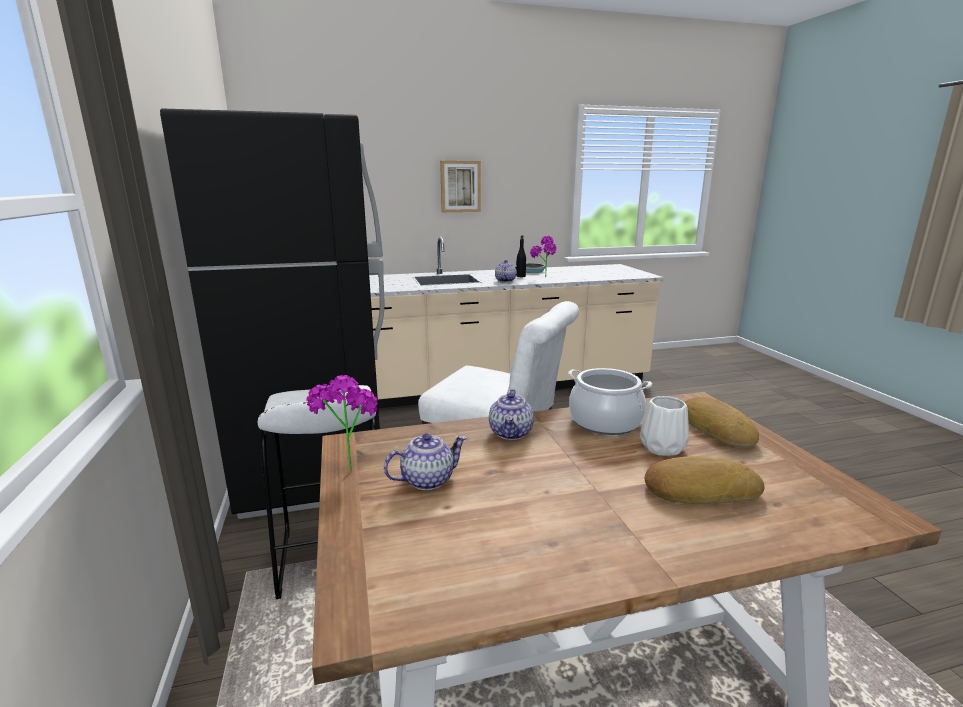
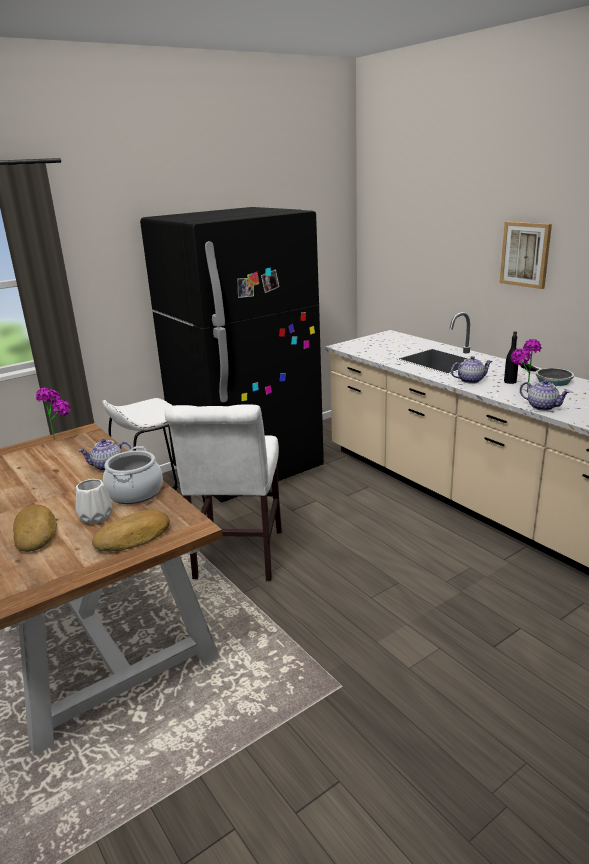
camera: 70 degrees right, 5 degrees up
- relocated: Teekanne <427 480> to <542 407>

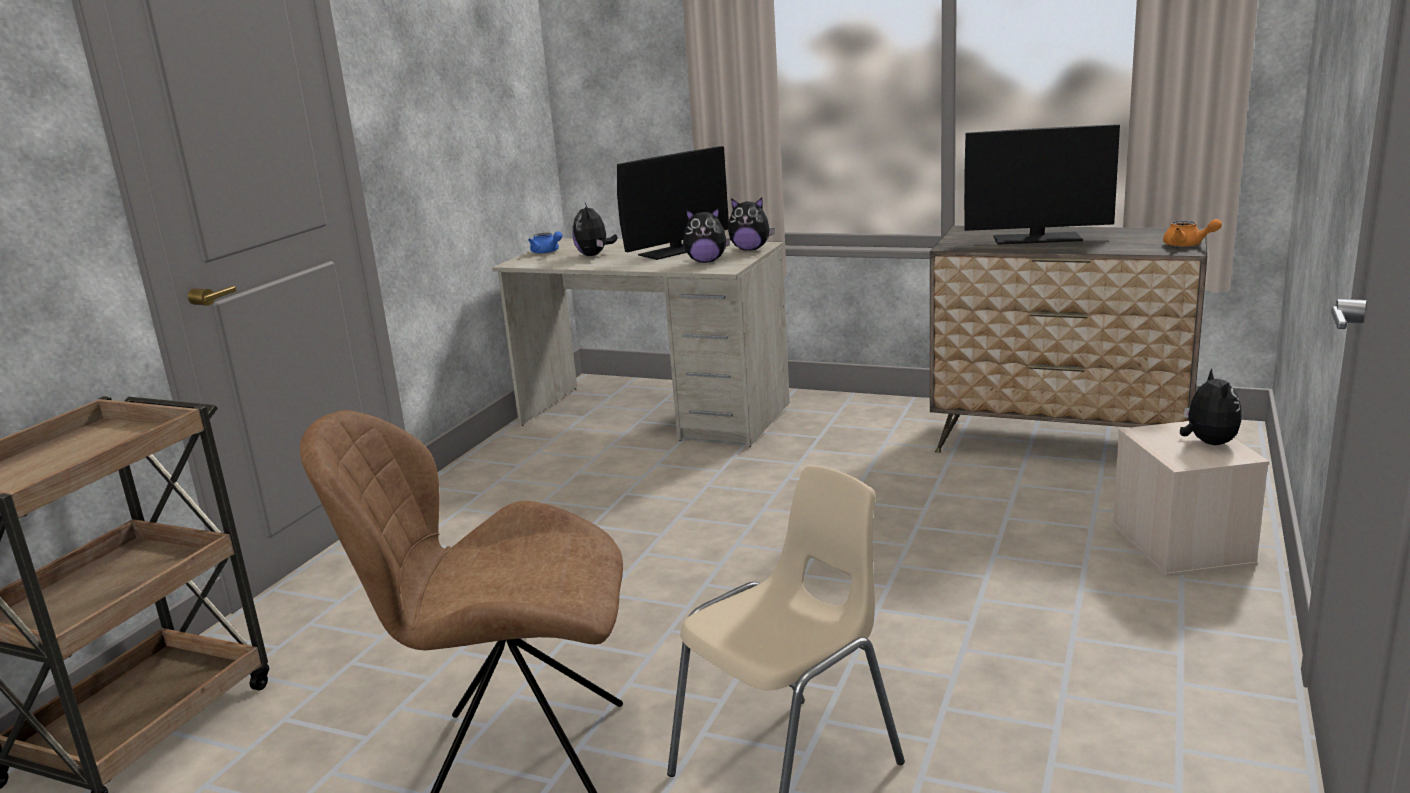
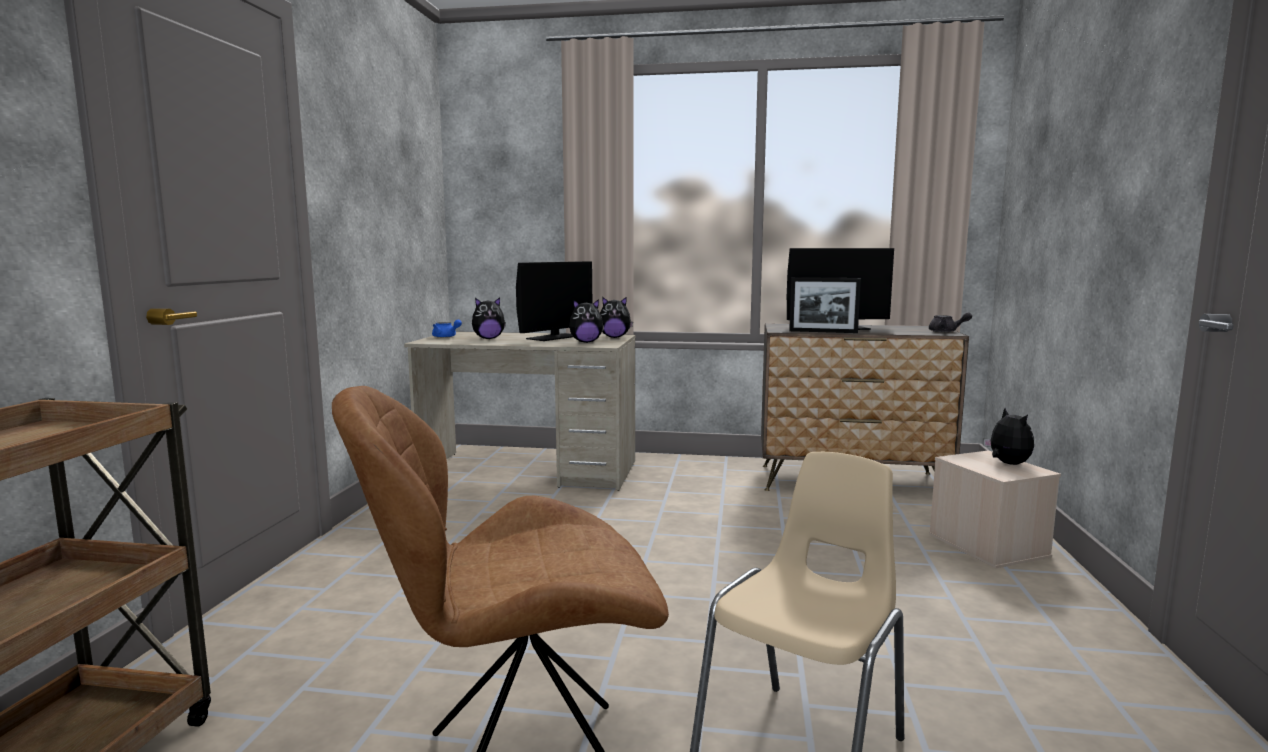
camera: 15 degrees left, 10 degrees down
- spun: Plüschtier <594 255> = <488 338> 90 degrees counterclockwise
- colour: Teekanne/orange <1187 245> to Teekanne/grau <946 331>
- appeared: Bilderrahmen <823 332>

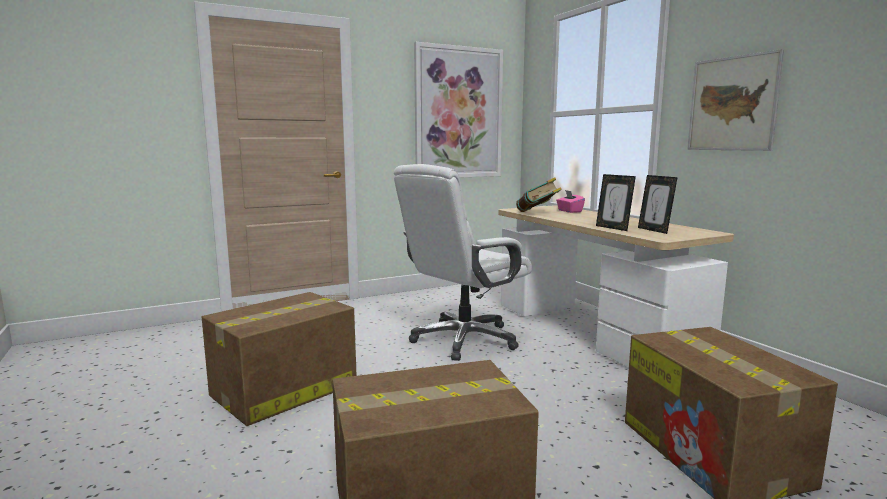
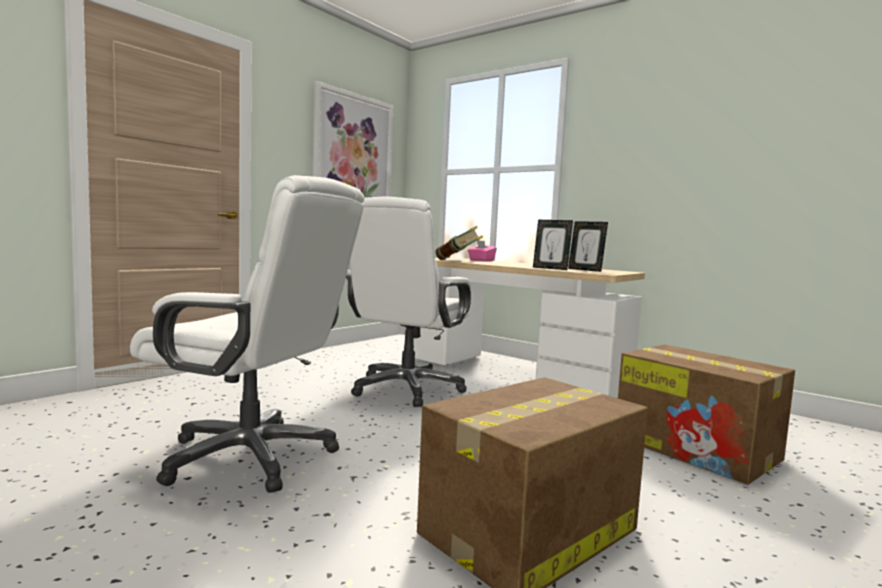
camera: 25 degrees left, 5 degrees down
- exchanged: Karton <283 390> to Bürostuhl/weiß <251 456>
- missing: Bild <732 104>

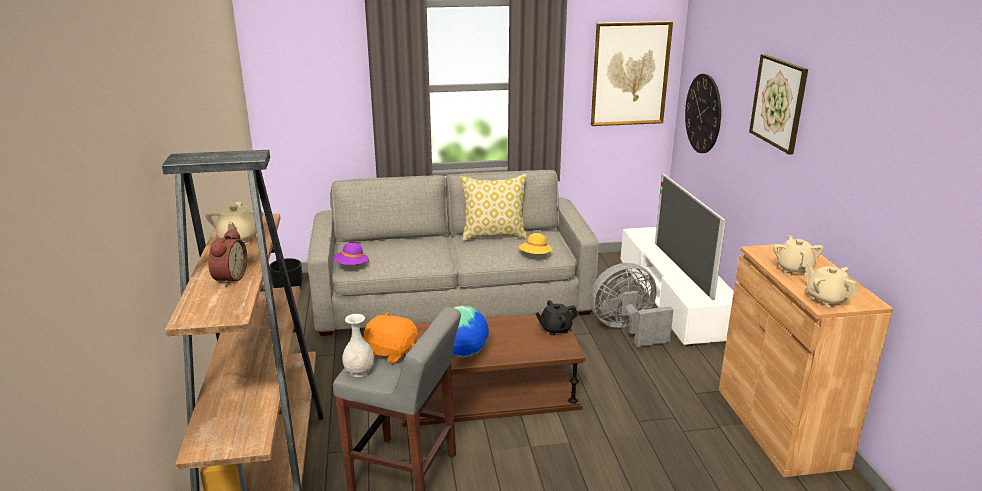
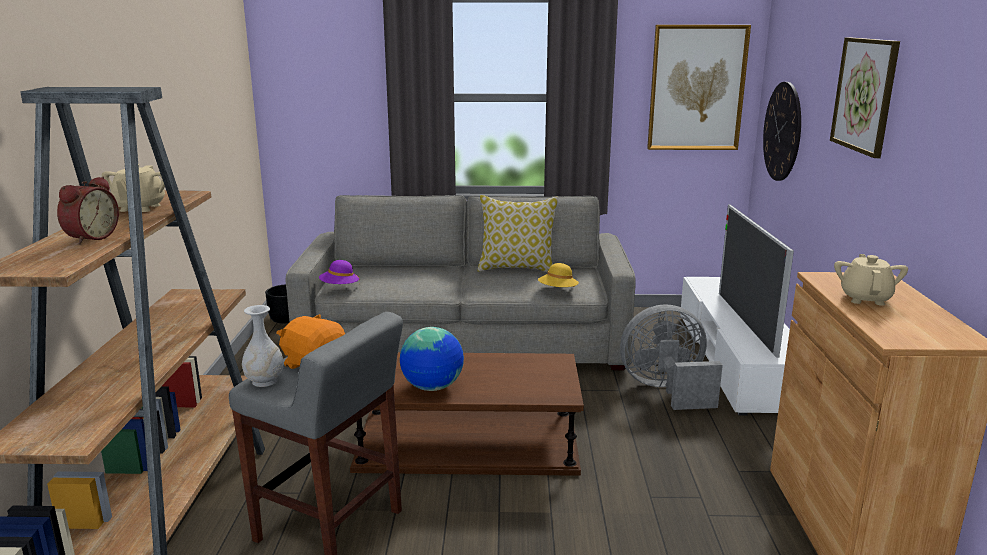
camera: 10 degrees right, 5 degrees down
- missing: Teekanne/schwarz <555 329>
- missing: Teekanne/beige <826 299>

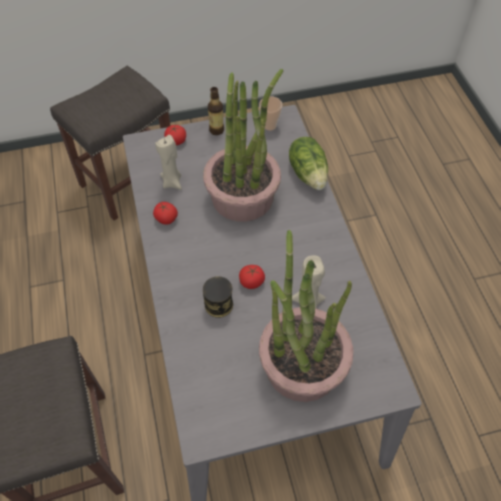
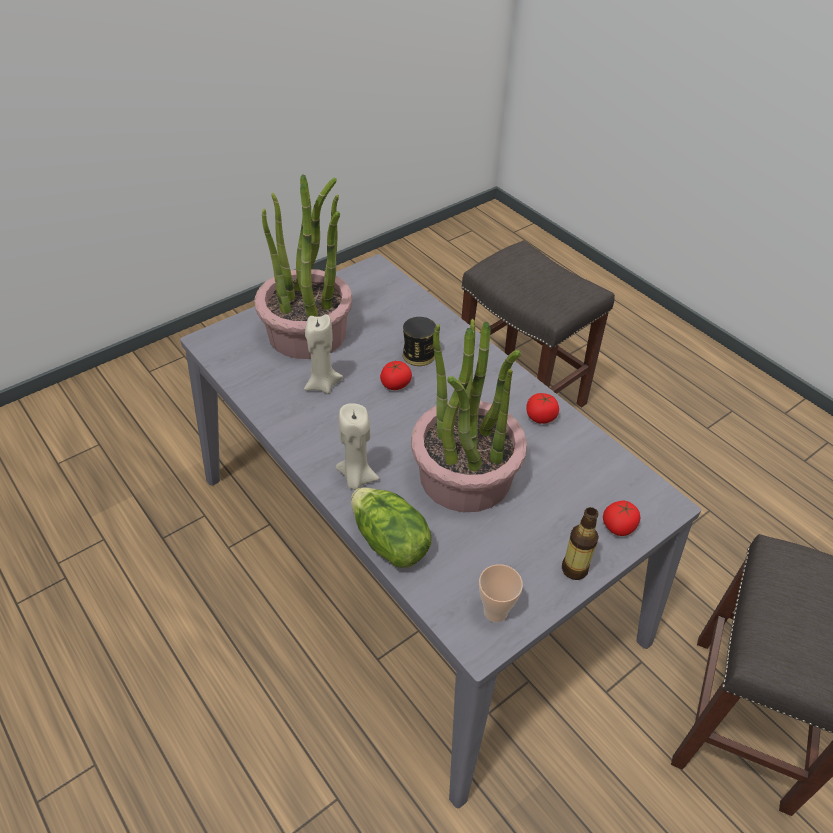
camera: 155 degrees right, 10 degrees down
- relocated: Kerze/beige <172 182> to <356 478>

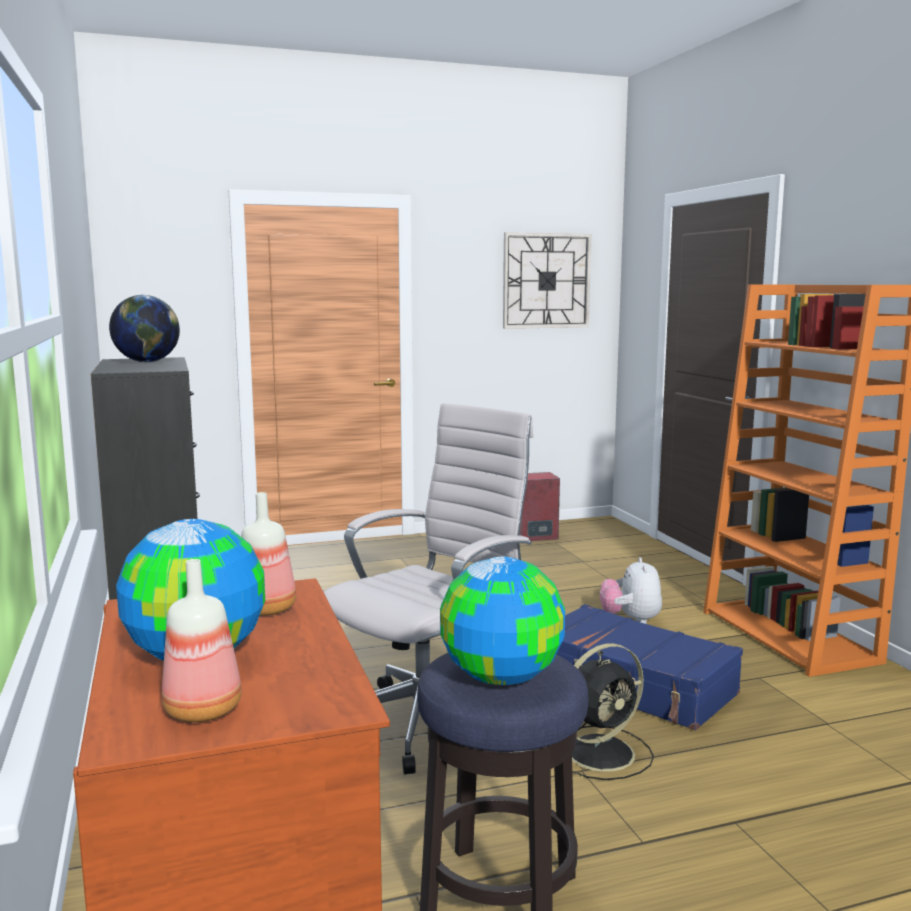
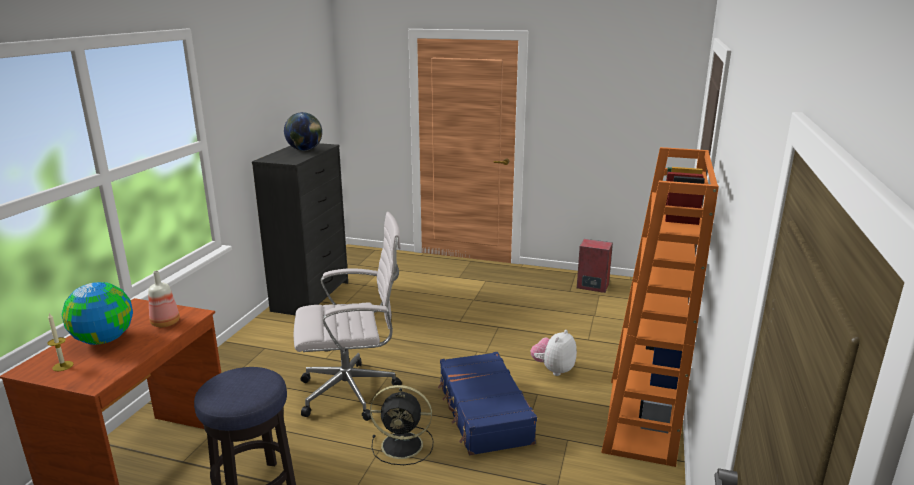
camera: 35 degrees right, 10 degrees up
- exchanged: Flasche <205 709> to Kerze <63 366>
- missing: Globus <502 677>
- missing: Wanduhr <546 281>

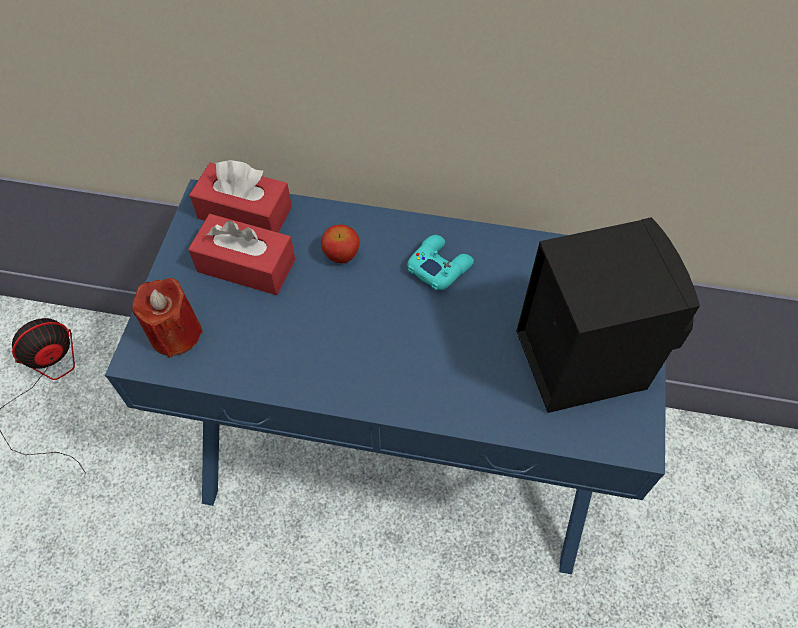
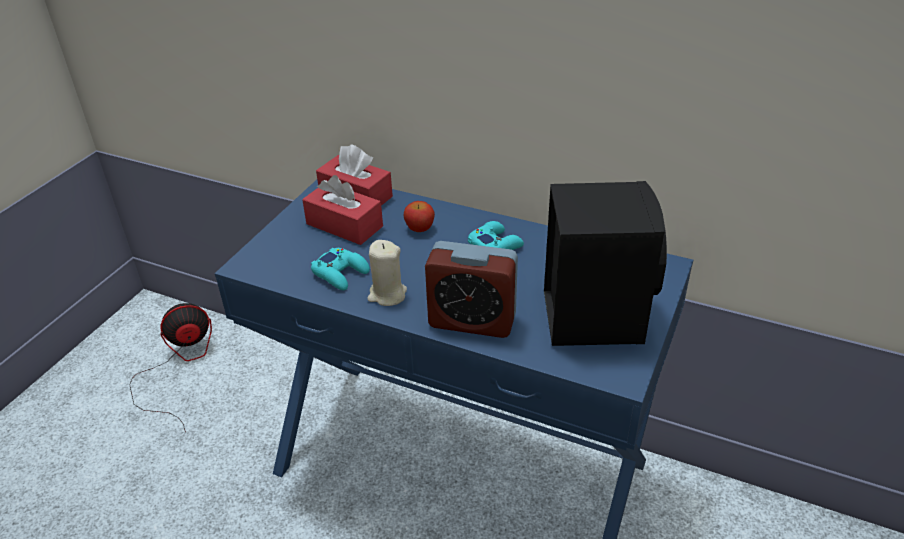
camera: 15 degrees right, 20 degrees down
- missing: Kerze/rot <175 333>
- appeared: Gamepad/türkis <341 273>
- appeared: Kerze/beige <387 295>
- appeared: Wecker <472 321>

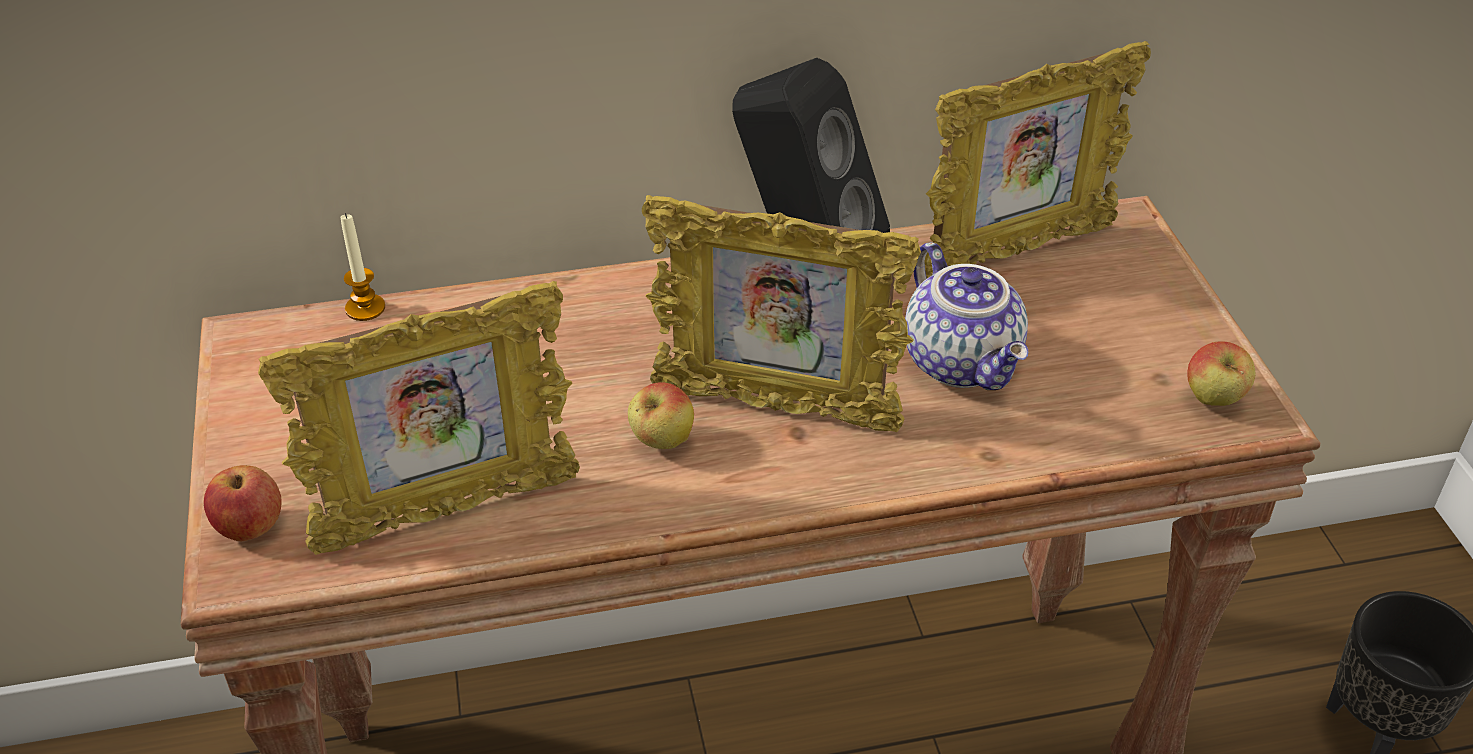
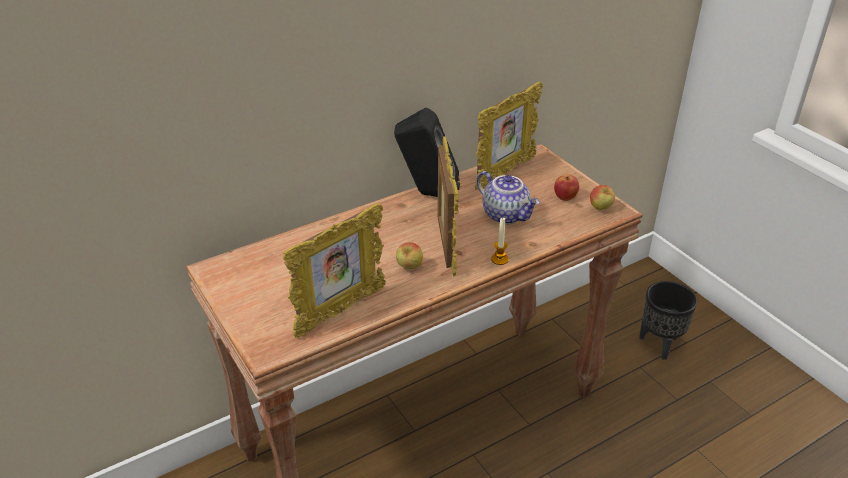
camera: 20 degrees left, 5 degrees down
- relocated: Apfel <250 528> to <565 197>
- relocated: Kerze <365 308> to <499 259>
- spun: Bilderrahmen <776 408> = <446 246> 90 degrees counterclockwise

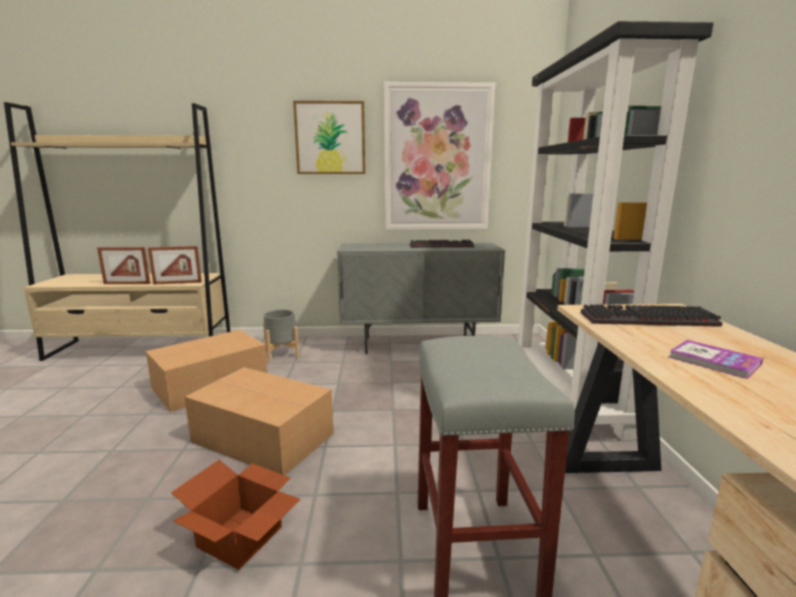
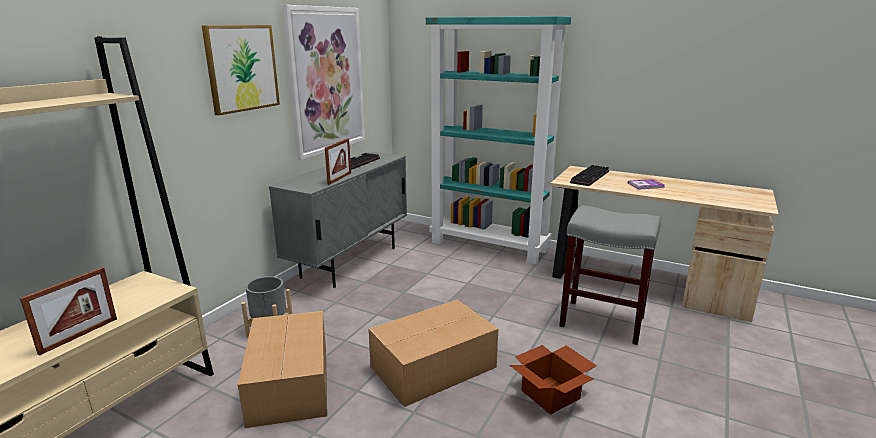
camera: 60 degrees left, 5 degrees up
- relocated: Bilderrahmen <177 283> to <339 178>
- colour: Bücherregal/schwarz <567 396> to Bücherregal/türkis <490 246>

